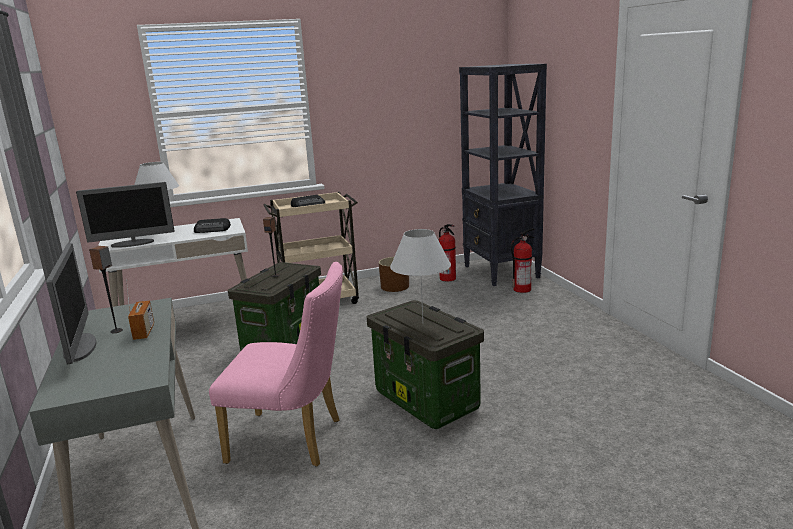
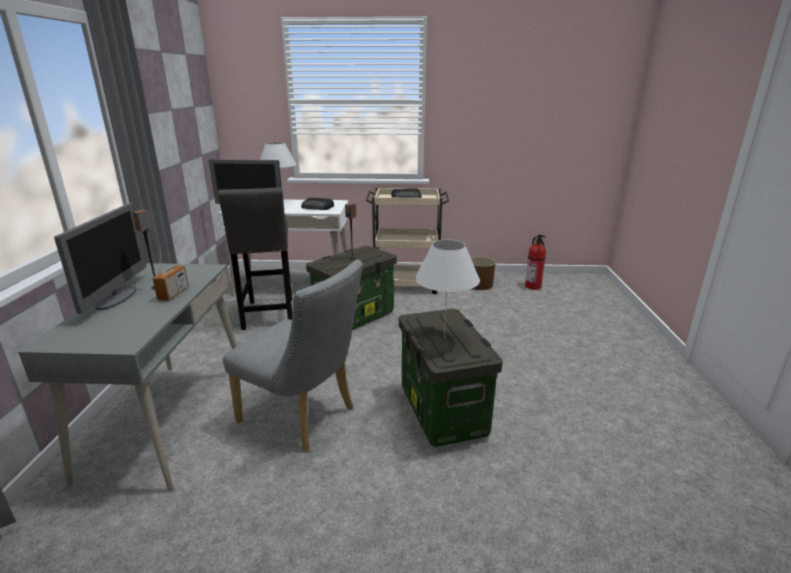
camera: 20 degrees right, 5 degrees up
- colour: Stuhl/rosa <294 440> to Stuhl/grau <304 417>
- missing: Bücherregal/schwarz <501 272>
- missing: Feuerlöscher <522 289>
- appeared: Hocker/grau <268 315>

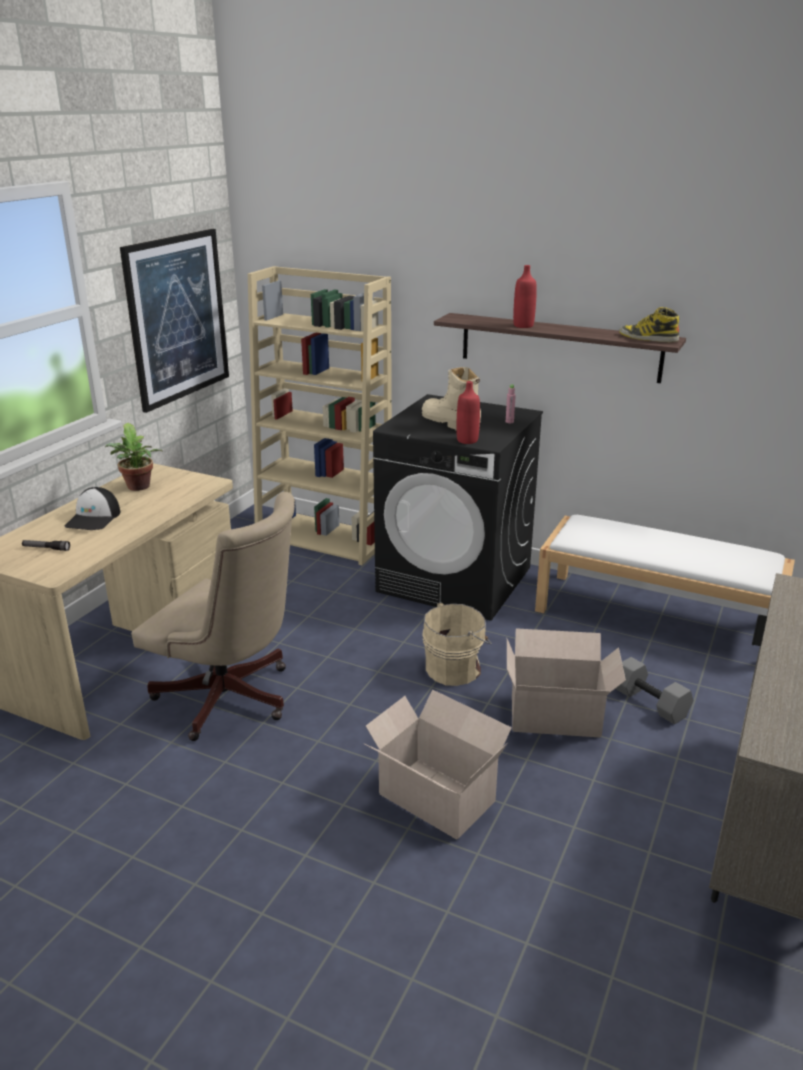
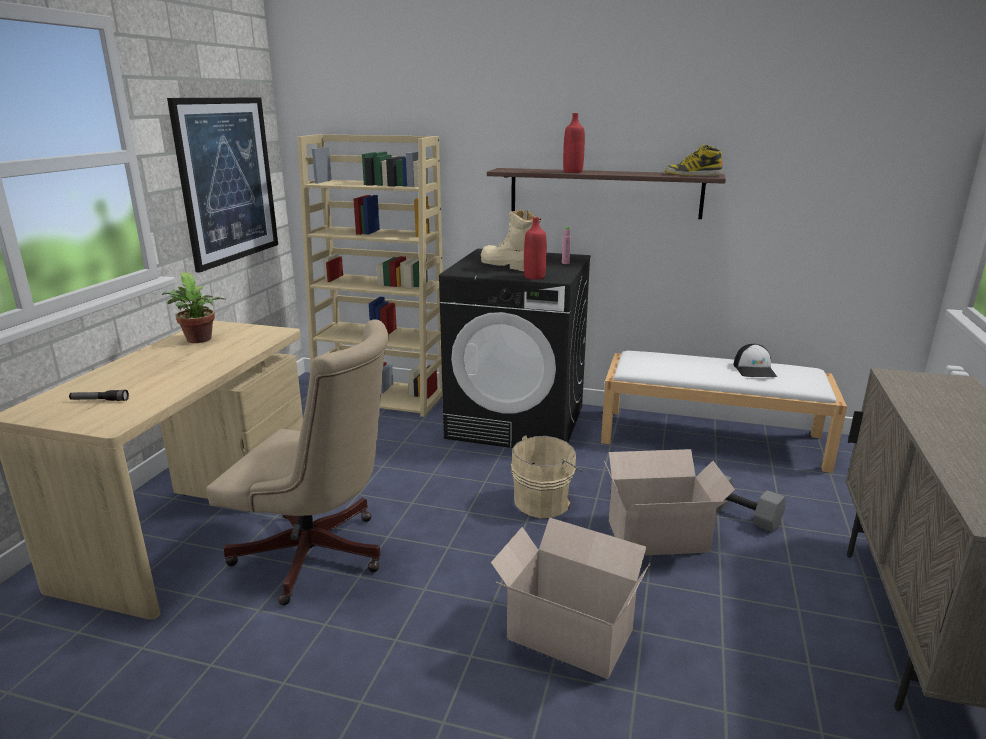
camera: 10 degrees left, 5 degrees down
- relocated: Kappe <94 519> to <755 370>

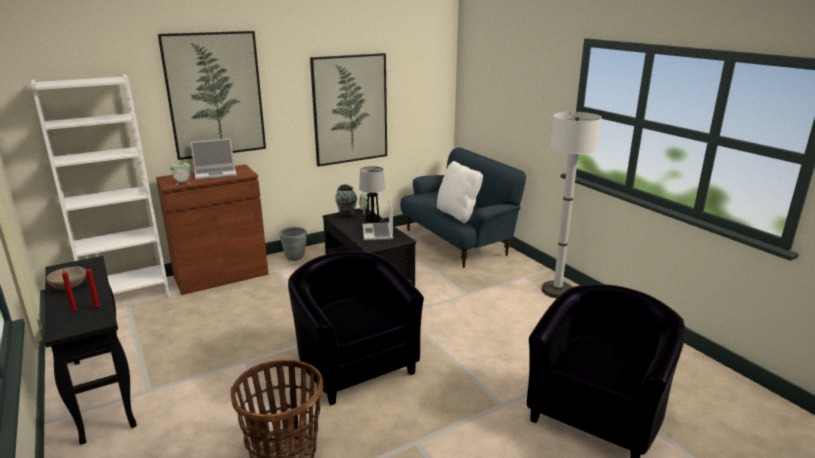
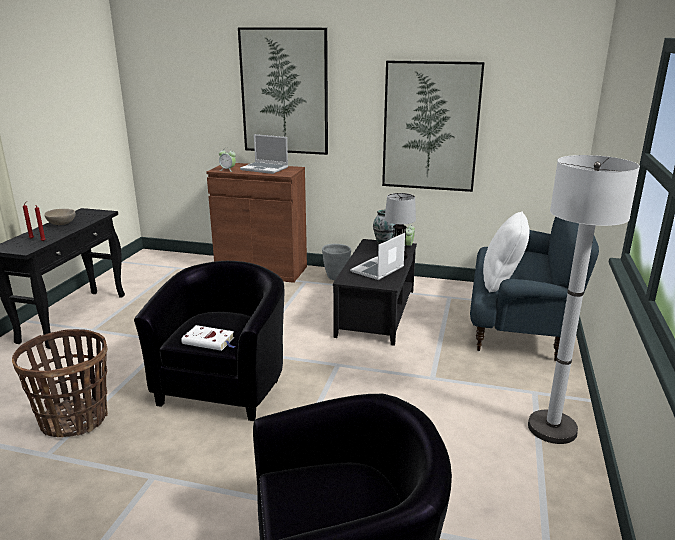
camera: 45 degrees right, 0 degrees up
- missing: Bücherregal/weiß <127 296>
- appeared: Buch/weiß <210 341>

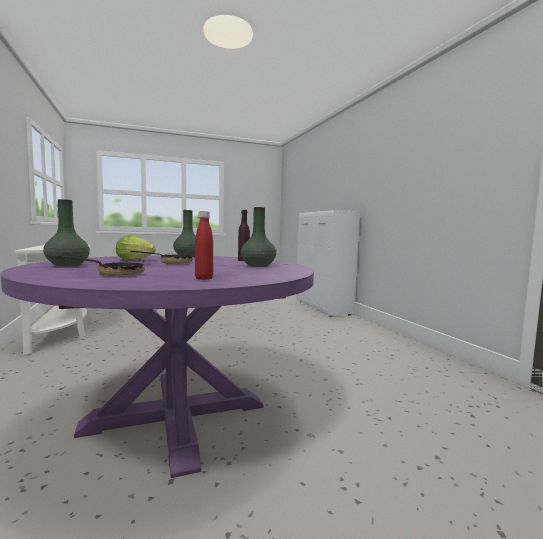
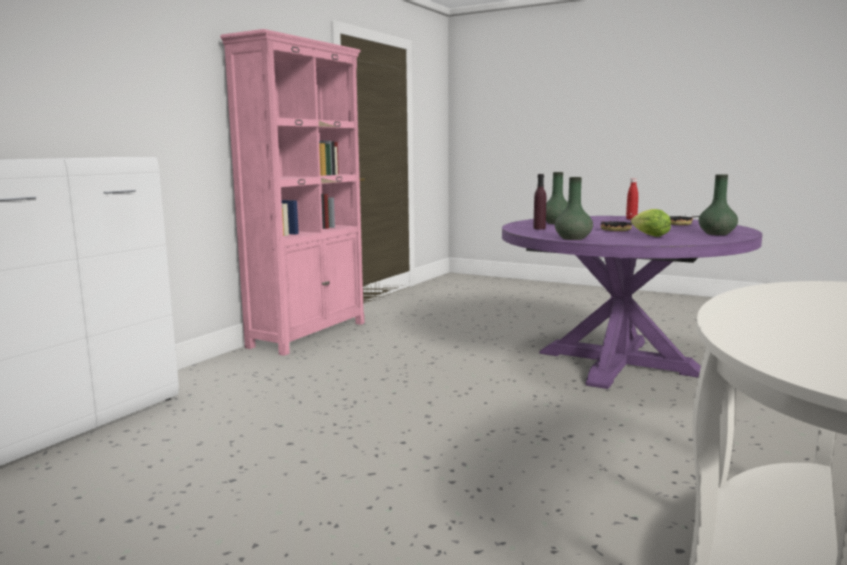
camera: 130 degrees left, 5 degrees up
- appeared: Bücherregal/rosa <309 334>

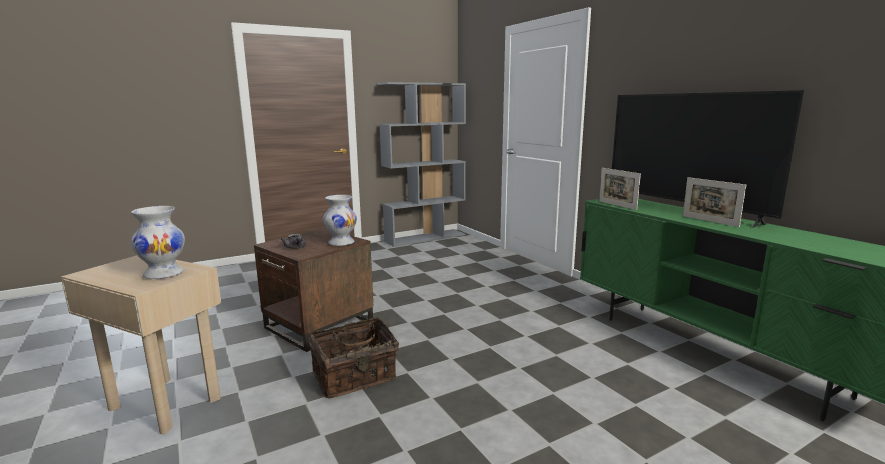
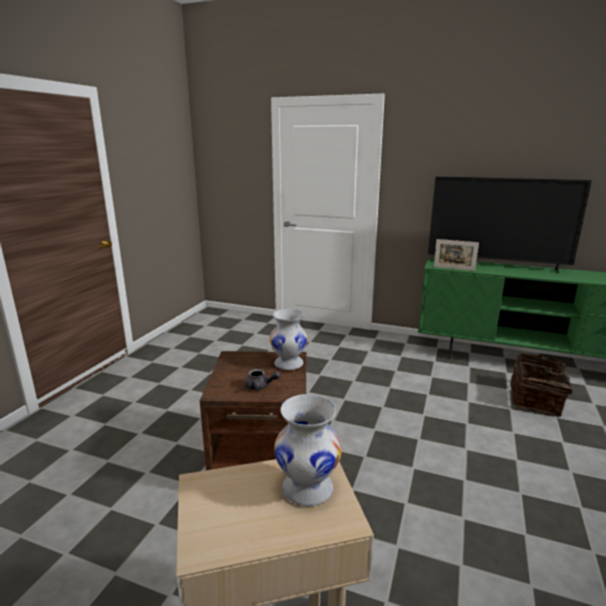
camera: 40 degrees left, 5 degrees up
- relocated: Korb <355 376> to <537 399>
- missing: Bücherregal/grau <425 238>
- missing: Bilderrahmen <709 221>

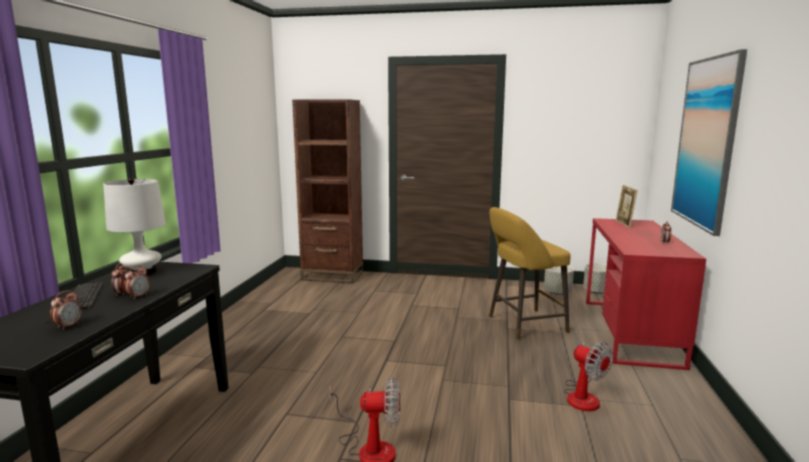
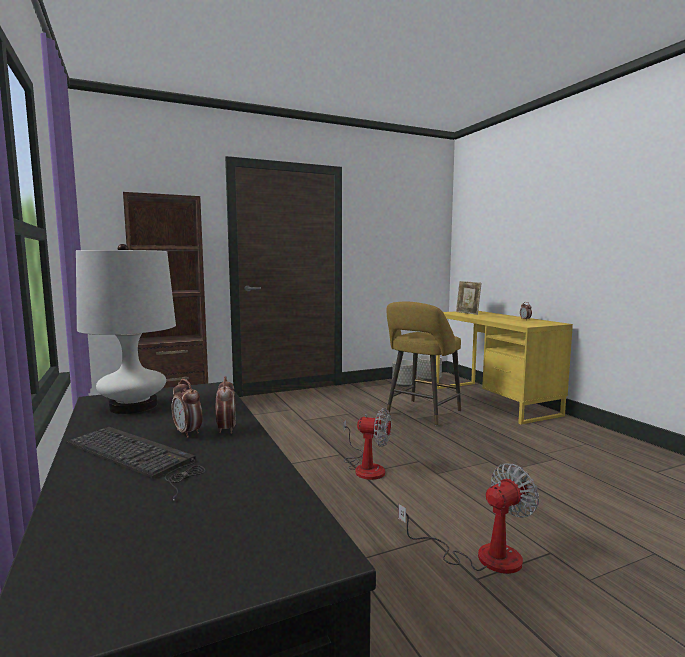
camera: 35 degrees left, 5 degrees down
- missing: Wecker <68 326>
- relocated: Ventilator <582 395> to <365 467>
- colour: Schreibtisch/rot <629 331> to Schreibtisch/gelb <493 401>
- missing: Bild <706 142>

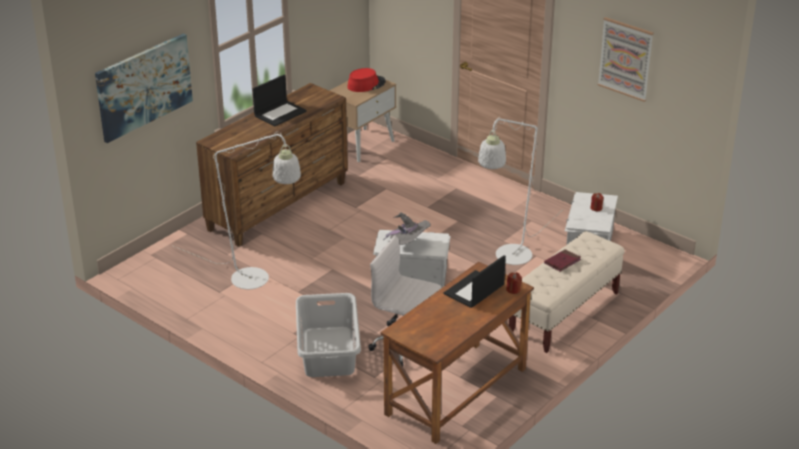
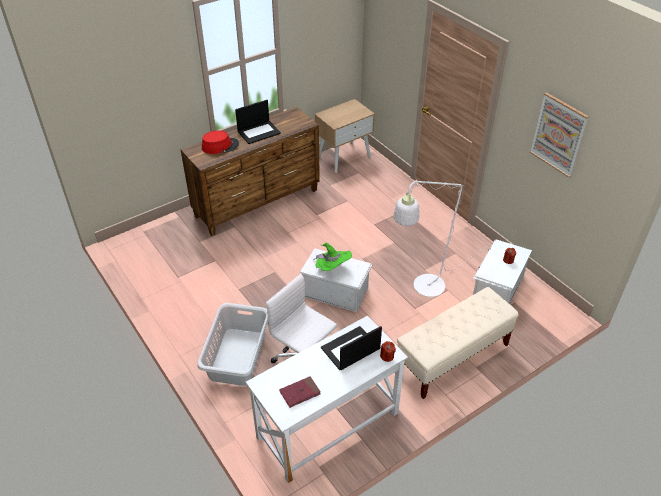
camera: 15 degrees right, 10 degrees up
- missing: Bild <144 86>
- missing: Stehlampe/weiß <258 281>
- relocated: Hut/rot <366 84> to <220 146>
- colour: Schreibtisch/braun <456 392> to Schreibtisch/weiß <328 426>
- colour: Hut/grau <408 244> to Hut/grün <332 268>
- relocated: Buch/rot <562 262> to <300 393>

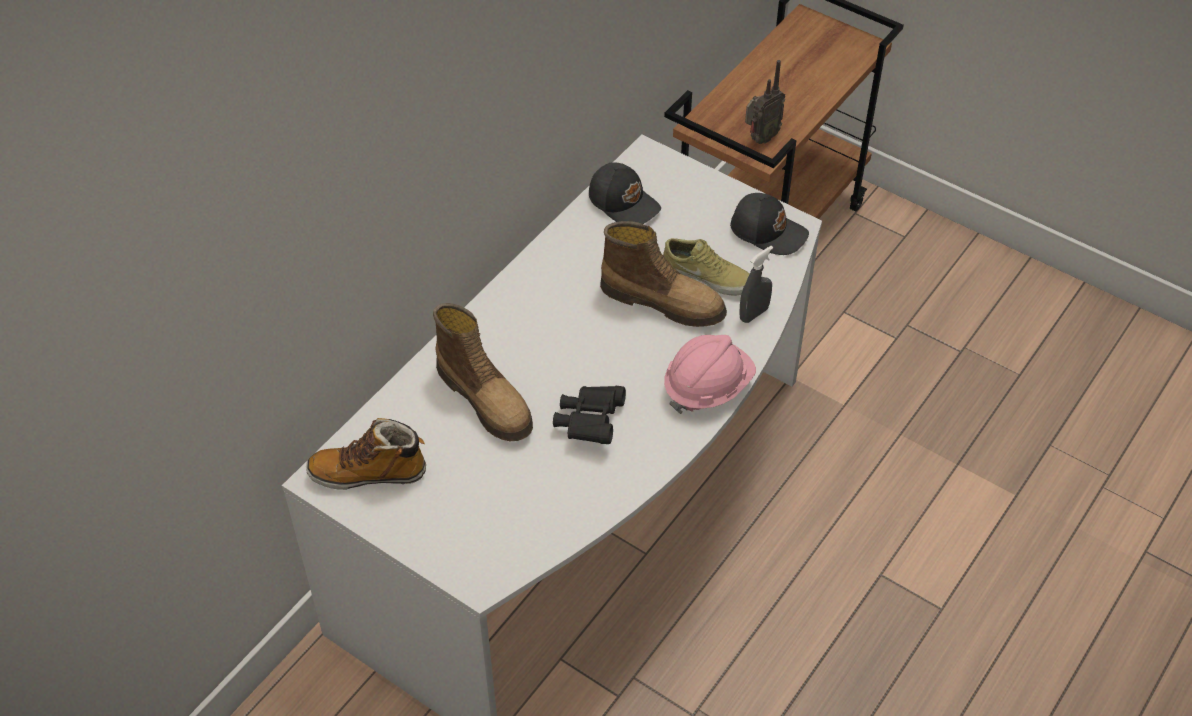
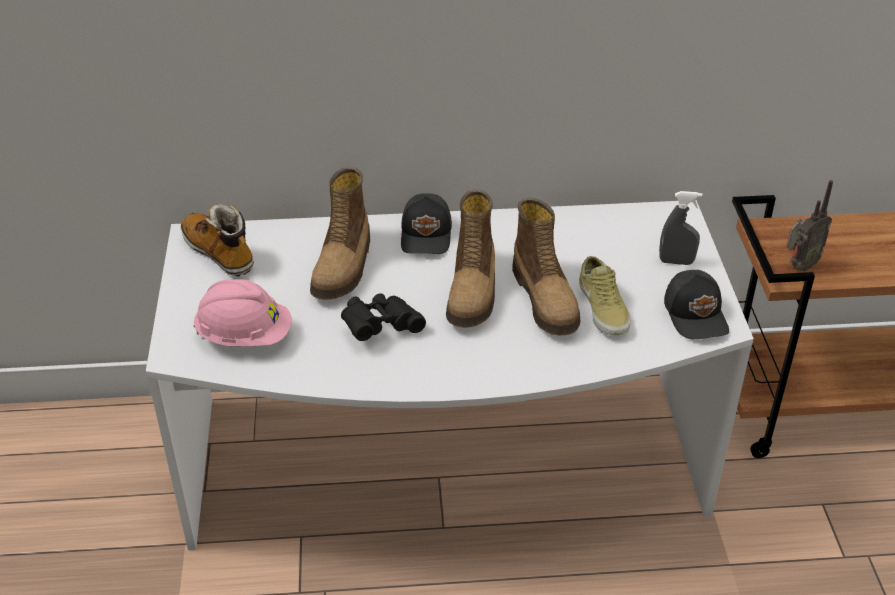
camera: 50 degrees right, 10 degrees down
- relocated: Kappe/schwarz <624 202> to <427 235>
- relocated: Schutzhelm/rosa <707 387> to <245 336>
- relocated: Sprühflasche/grau <754 314> to <676 262>
- spun: Radio <760 138> = <799 266> 45 degrees counterclockwise
- appeared: Stiefel <473 292>

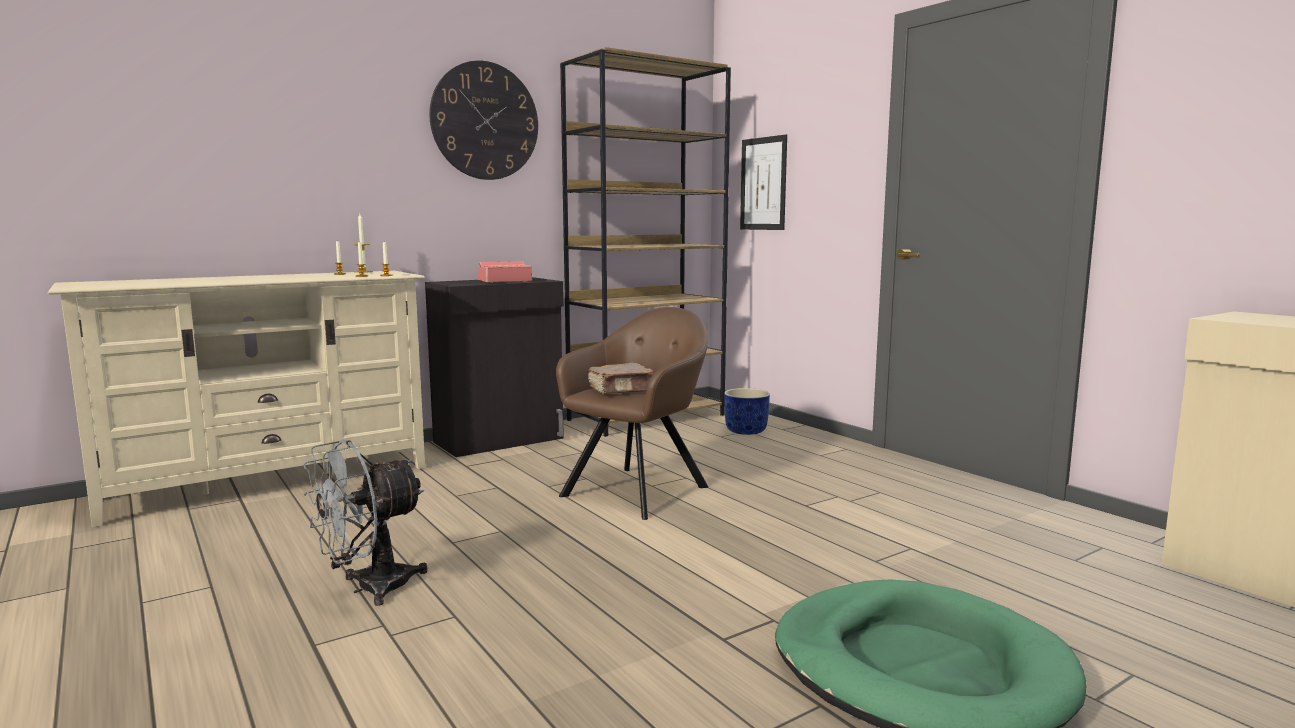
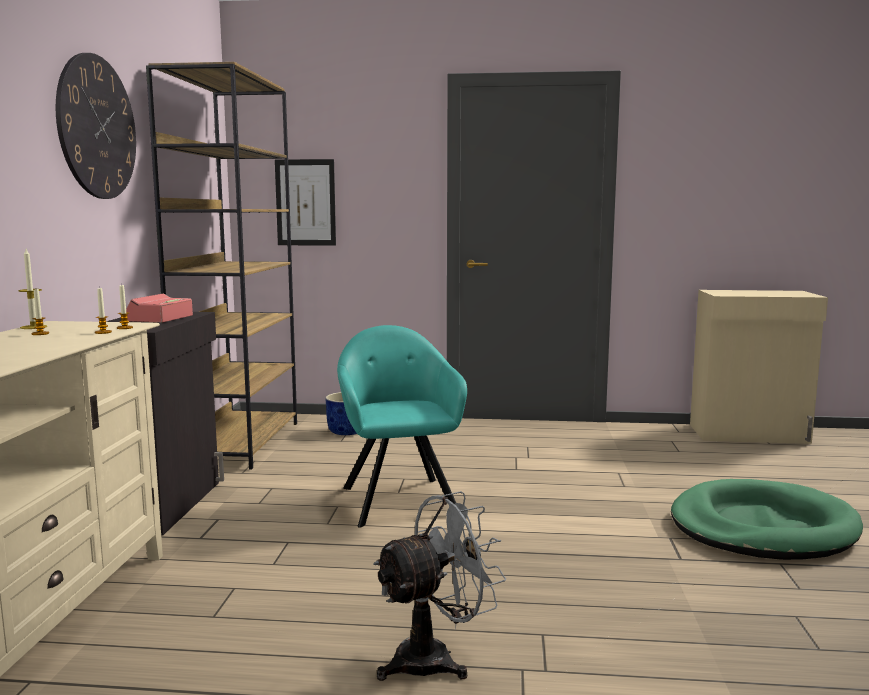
camera: 50 degrees left, 0 degrees up
- spun: Ventilator/grau <369 588> = <436 658> 120 degrees counterclockwise
- colour: Sessel/braun <639 489> to Sessel/türkis <398 498>
- missing: Buch/braun <622 390>

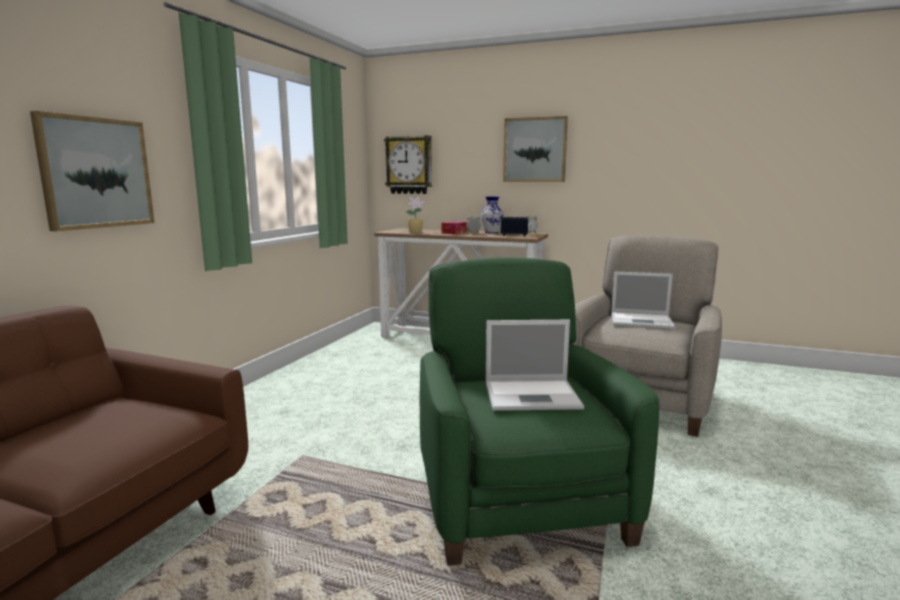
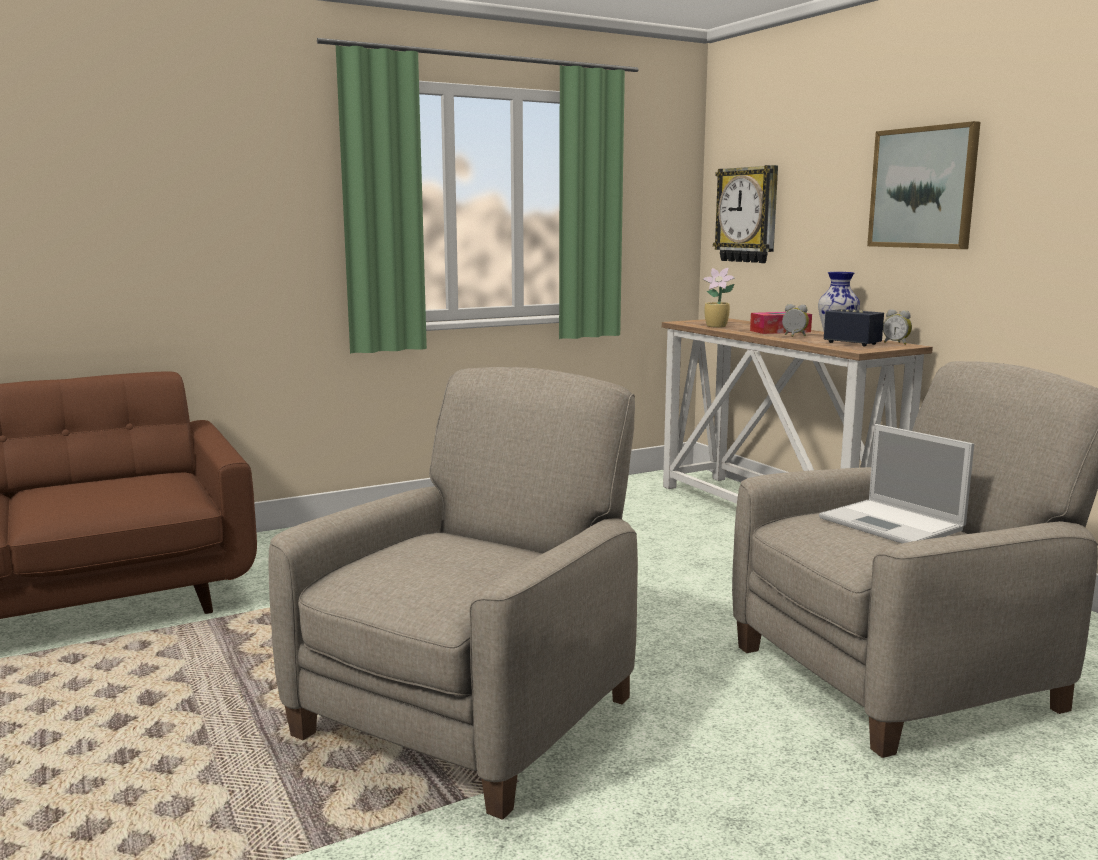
camera: 40 degrees right, 0 degrees up
- missing: Bild <96 173>
- colour: Sessel/grün <518 498> to Sessel/beige <470 714>
- missing: Laptop <533 395>

